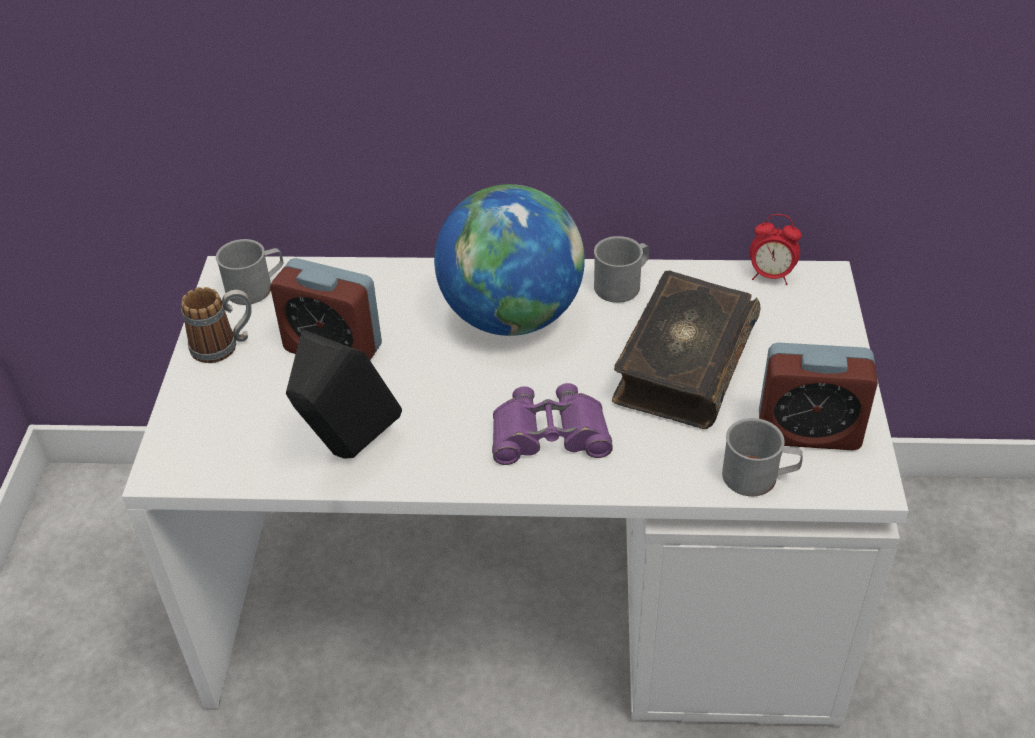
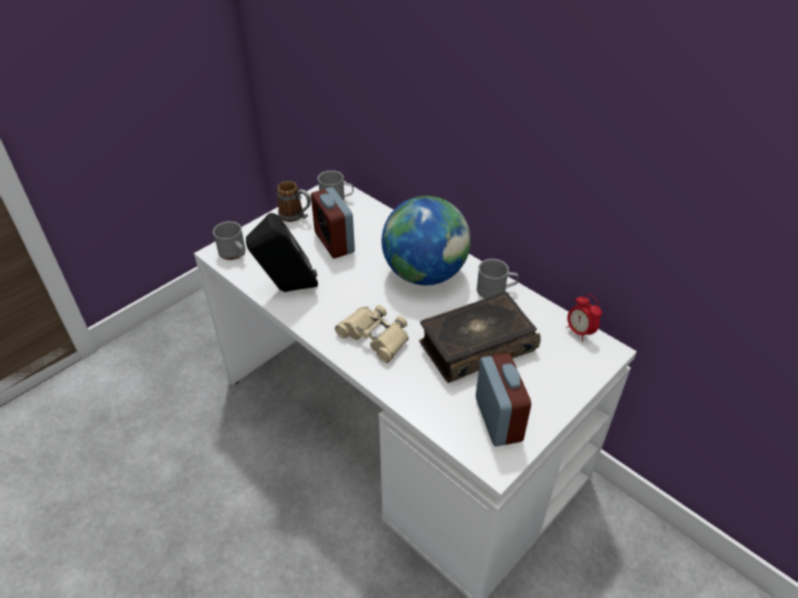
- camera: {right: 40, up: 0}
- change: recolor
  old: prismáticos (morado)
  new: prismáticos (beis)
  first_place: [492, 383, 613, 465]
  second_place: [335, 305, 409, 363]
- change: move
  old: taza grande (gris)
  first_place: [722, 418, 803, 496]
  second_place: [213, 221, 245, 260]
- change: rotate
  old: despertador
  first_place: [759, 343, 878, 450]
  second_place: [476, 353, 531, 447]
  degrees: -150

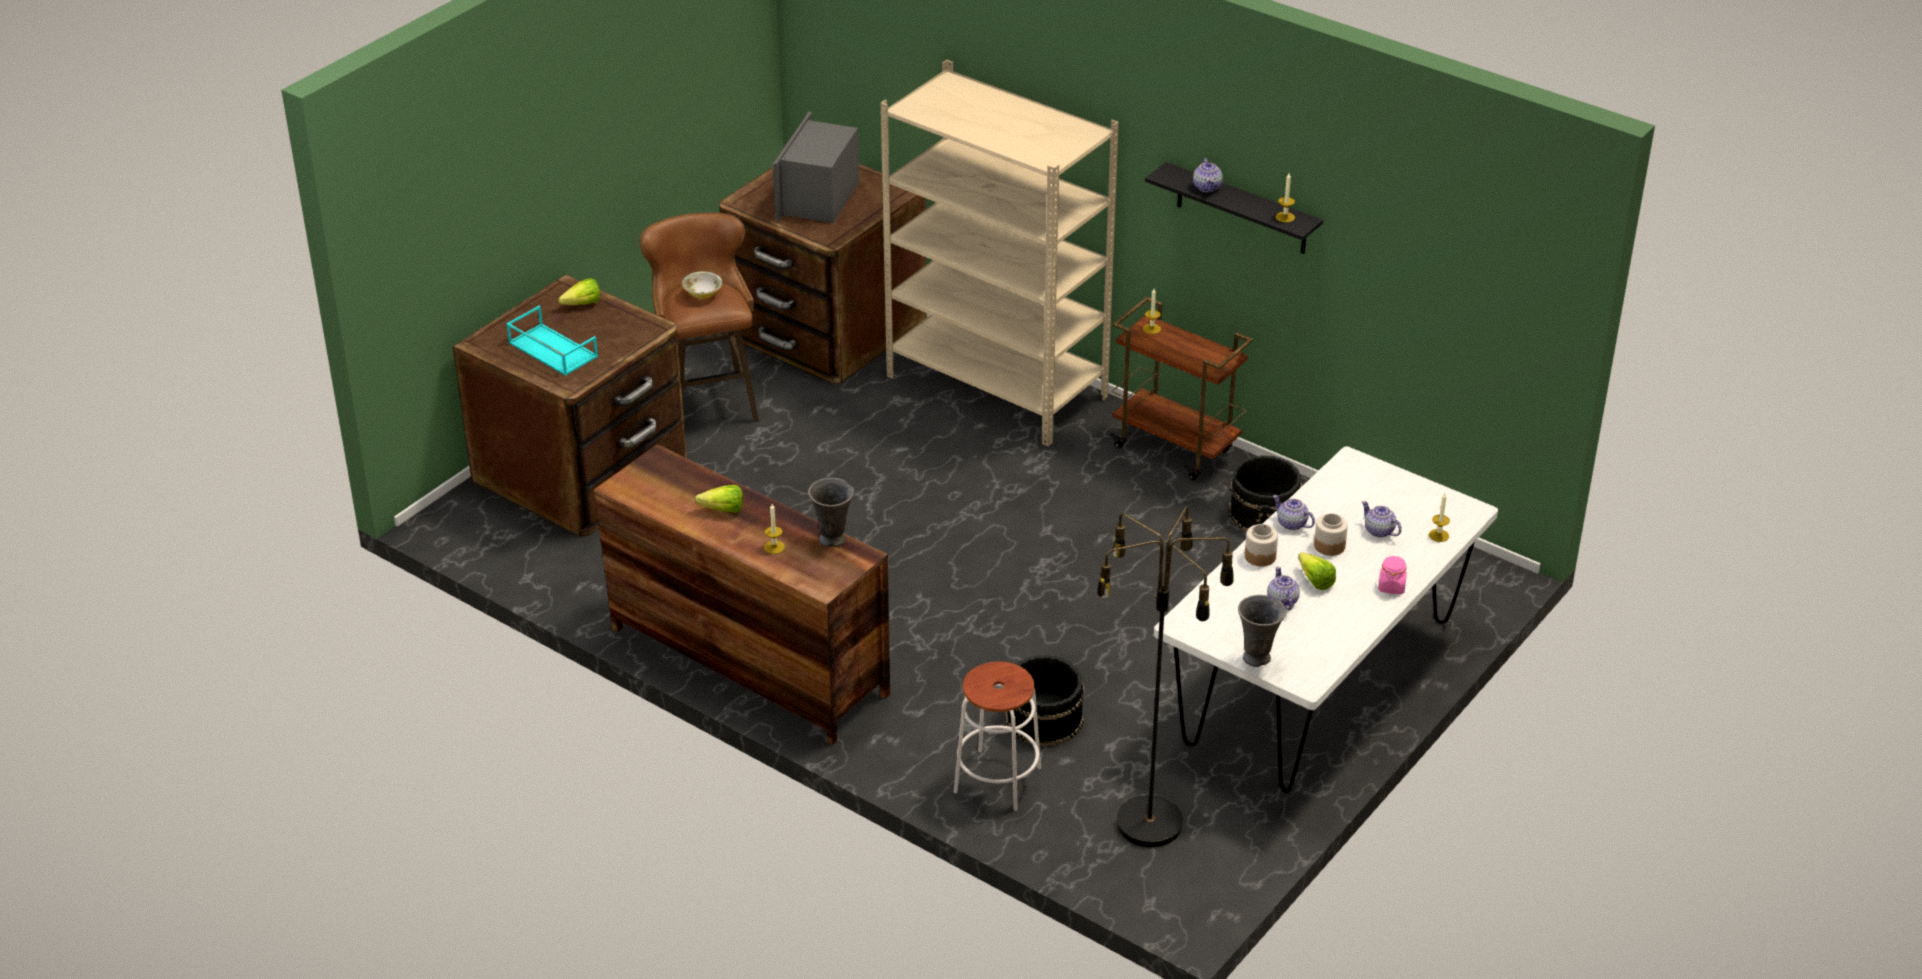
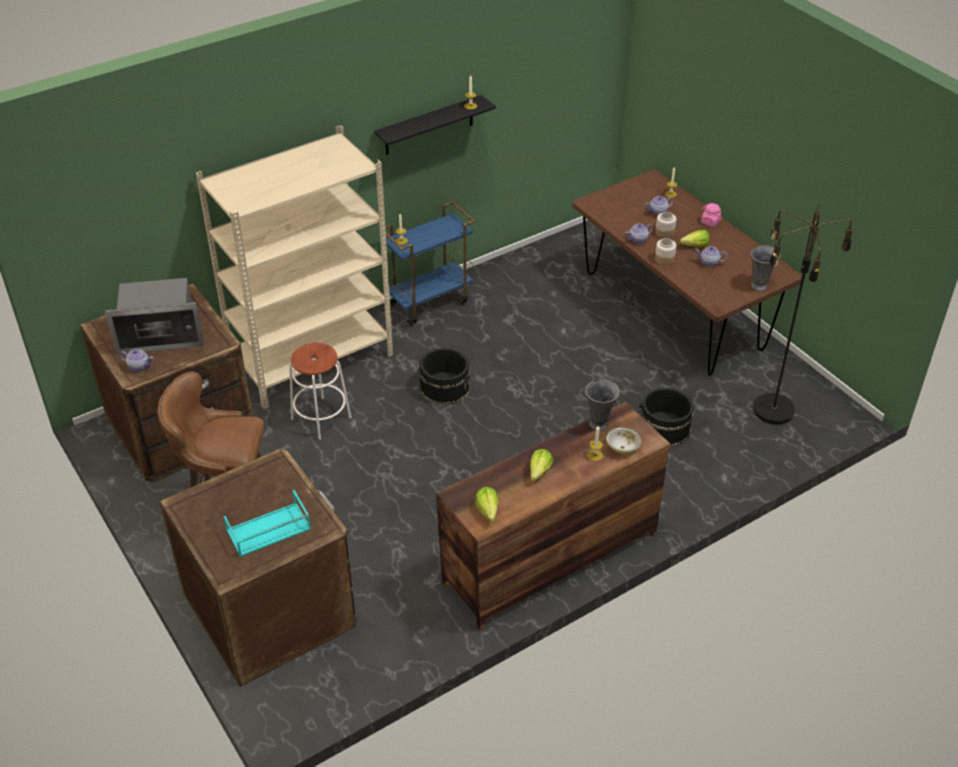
- camera: {right: -70, up: 5}
- change: move
  old: lechuga
  first_place: [558, 278, 600, 305]
  second_place: [475, 487, 498, 522]
- change: move
  old: cuenco
  first_place: [682, 271, 722, 299]
  second_place: [606, 428, 641, 454]
- change: rotate
  old: microondas
  first_place: [773, 112, 859, 223]
  second_place: [105, 278, 205, 354]
  degrees: -45
- change: move
  old: taburete (blanco)
  first_place: [954, 661, 1041, 811]
  second_place: [290, 343, 351, 440]
- change: recolor
  old: carrito (marrón)
  new: carrito (azul)
  first_place: [1109, 297, 1253, 481]
  second_place: [385, 201, 475, 326]
- change: recolor
  old: mesa de comedor (blanco)
  new: mesa de comedor (marrón)
  first_place: [1154, 446, 1498, 793]
  second_place: [572, 169, 802, 376]
- change: move
  old: tetera
  first_place: [1193, 158, 1223, 192]
  second_place: [120, 349, 153, 372]
- change: move
  old: cubo (negro)
  first_place: [1228, 455, 1302, 532]
  second_place: [419, 348, 470, 405]

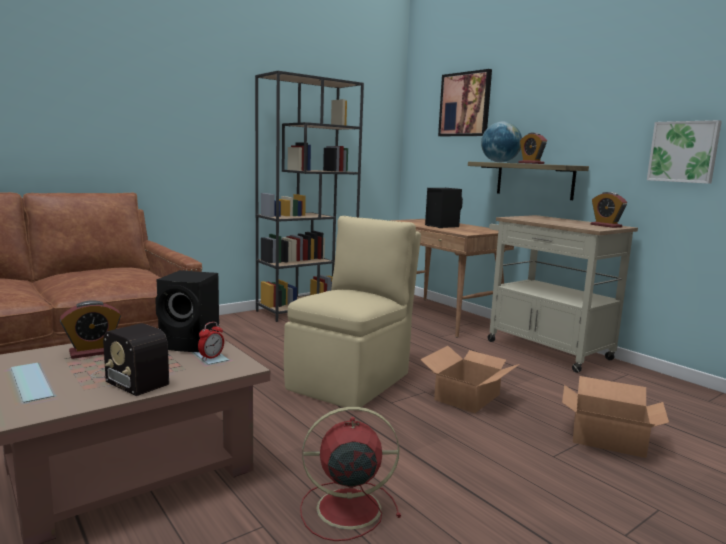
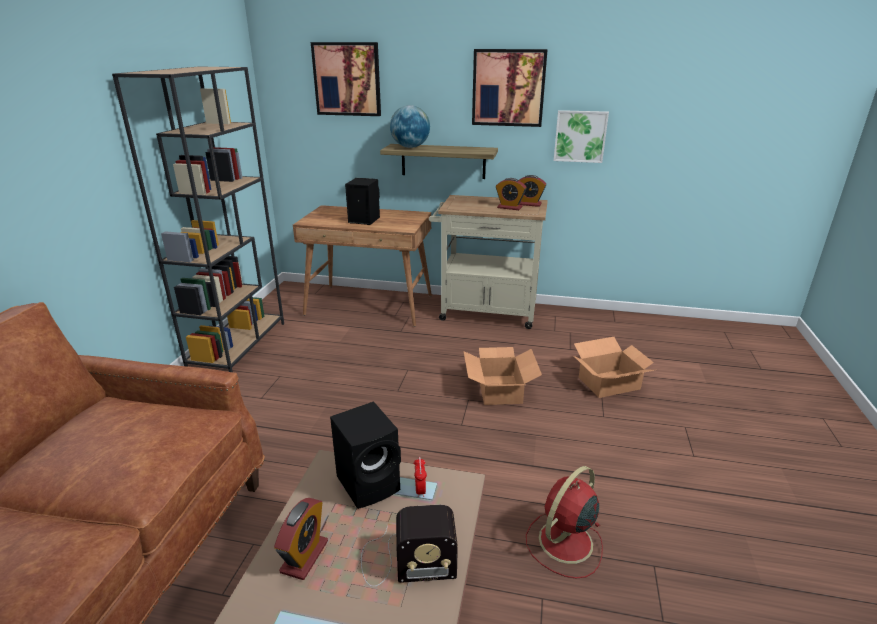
- camera: {right: -40, up: 15}
- change: delete
  old: silla (beis)
  first_place: [284, 216, 421, 407]
- change: move
  old: despertador
  first_place: [518, 132, 547, 164]
  second_place: [496, 178, 527, 210]
- change: insert
  new: cuadro
  second_place: [472, 49, 548, 127]

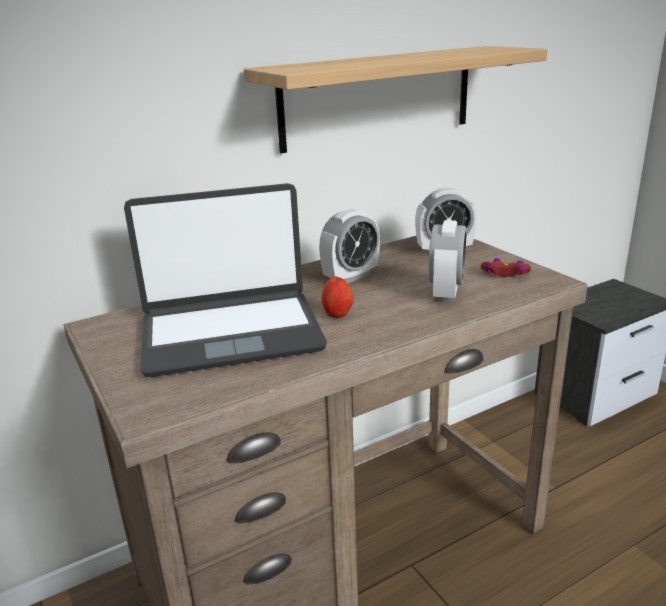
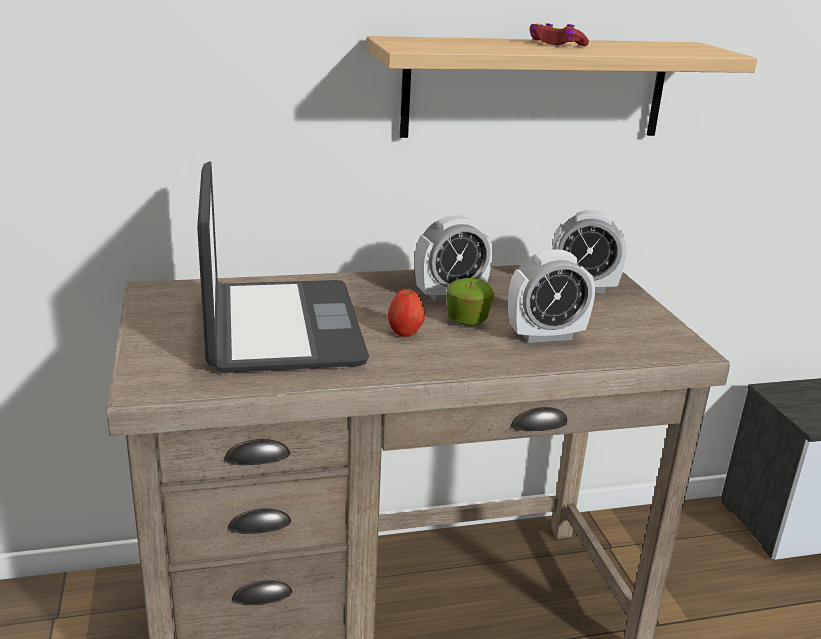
- camera: {right: 15, up: 0}
- change: rotate
  old: portátil
  first_place: [124, 183, 327, 377]
  second_place: [197, 161, 369, 373]
  degrees: -105
- change: rotate
  old: despertador
  first_place: [429, 220, 466, 302]
  second_place: [508, 250, 595, 343]
  degrees: 45
- change: move
  old: mando de consola (rojo)
  first_place: [481, 258, 531, 277]
  second_place: [529, 23, 589, 46]
- change: insert
  new: manzana
  second_place: [446, 278, 494, 326]

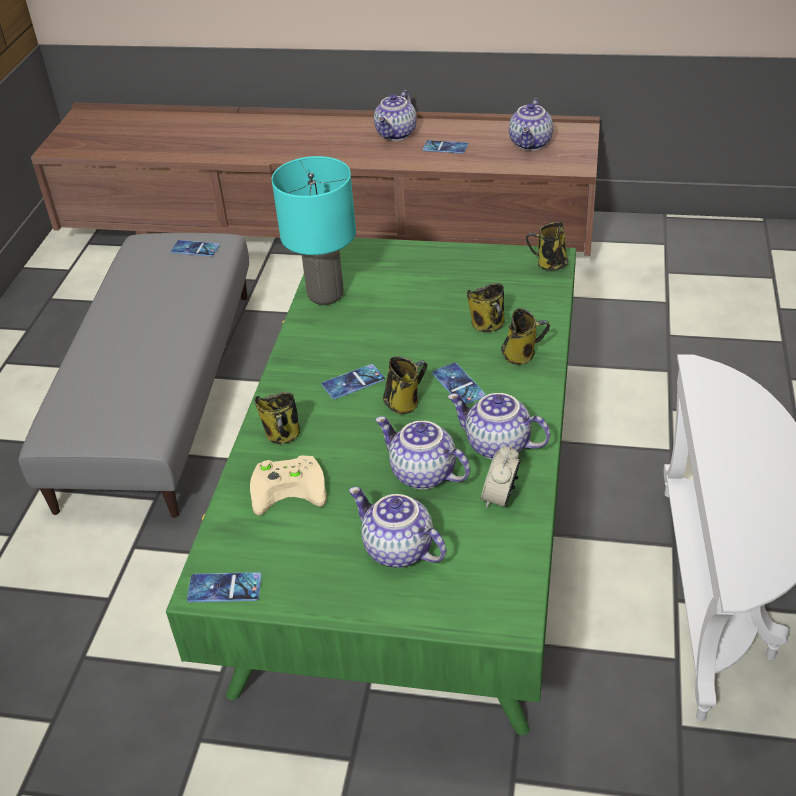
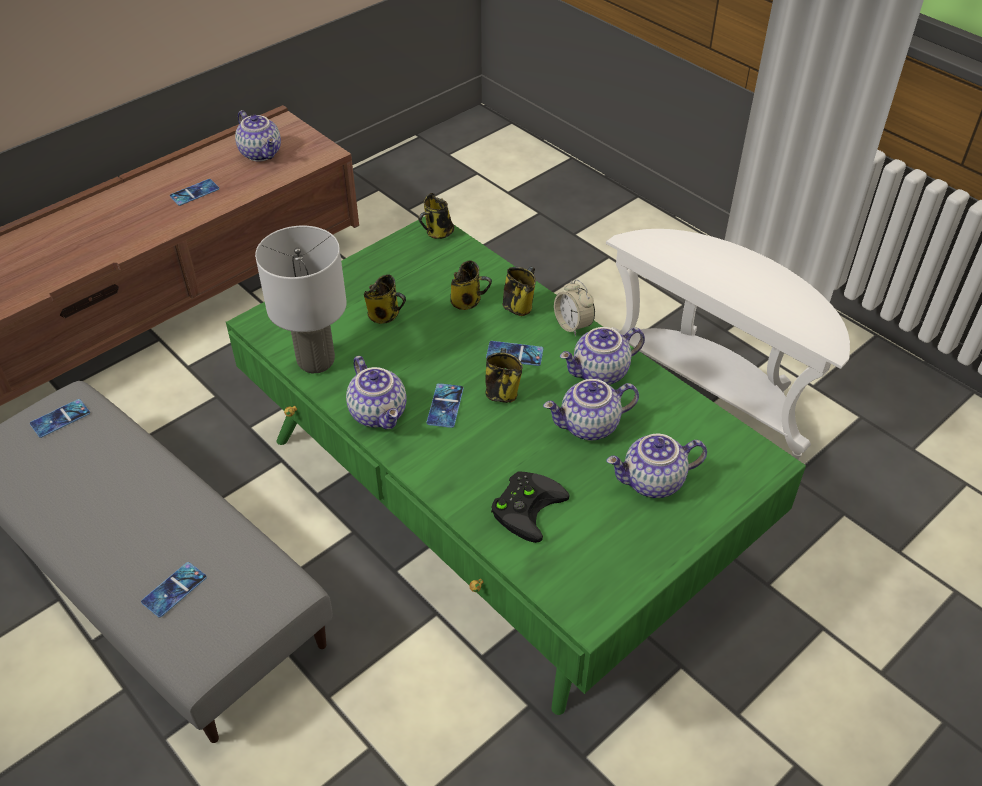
- camera: {right: -55, up: 5}
- change: move
  old: móvil
  first_place: [187, 572, 262, 602]
  second_place: [141, 562, 207, 617]
- change: recolor
  old: mando de consola (beis)
  new: mando de consola (negro)
  first_place: [250, 455, 327, 516]
  second_place: [491, 471, 570, 543]
- change: move
  old: taza grande
  first_place: [254, 392, 300, 444]
  second_place: [364, 275, 406, 324]
- change: recolor
  old: lámpara de mesa (turquesa)
  new: lámpara de mesa (blanco)
  first_place: [272, 156, 356, 305]
  second_place: [255, 225, 347, 374]
- change: move
  old: tetera
  first_place: [374, 90, 417, 141]
  second_place: [346, 356, 406, 429]
- change: move
  old: despertador
  first_place: [480, 445, 521, 509]
  second_place: [554, 279, 595, 336]

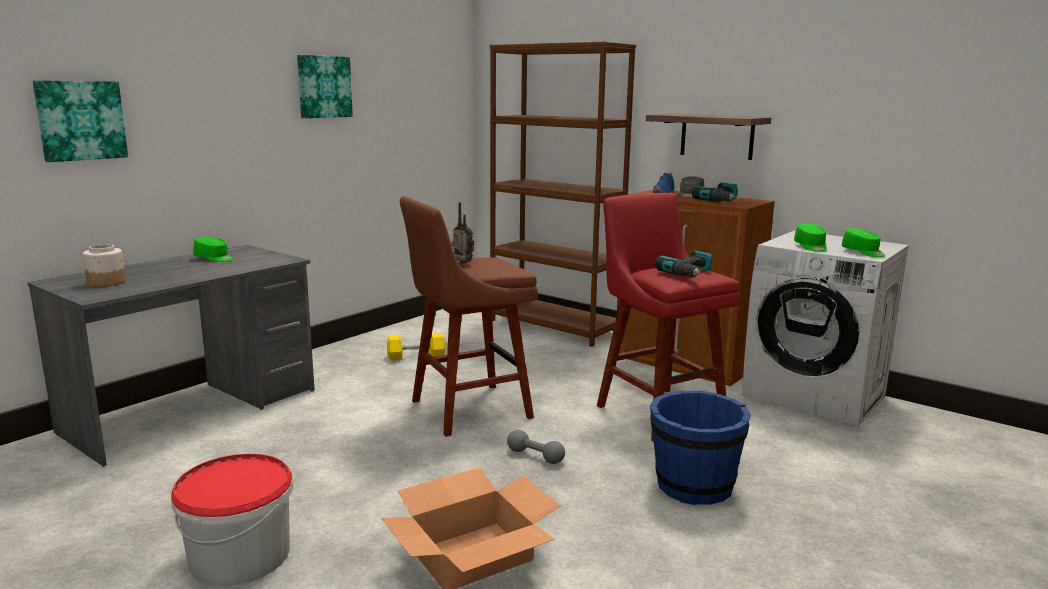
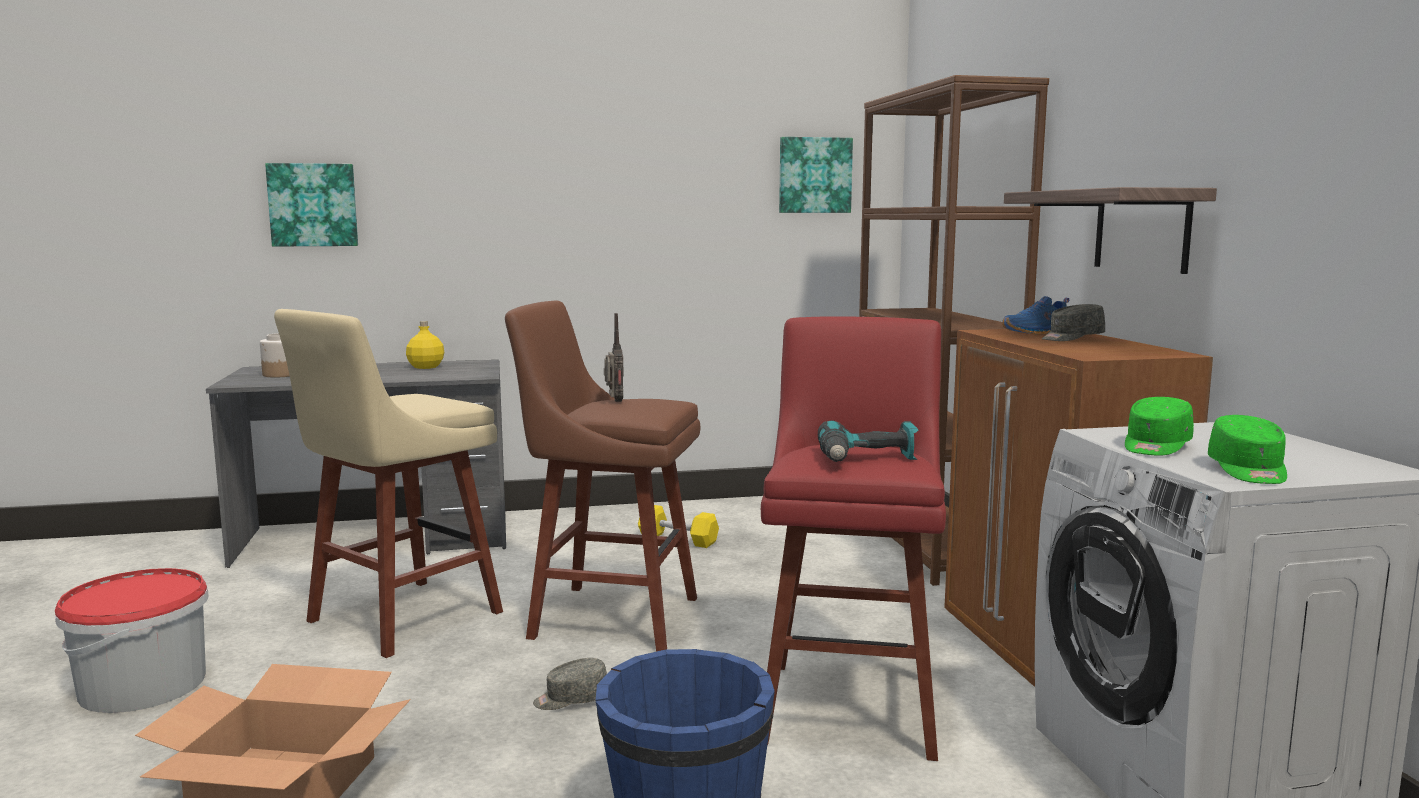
- camera: {right: 40, up: -5}
- change: replace
  old: gorra (verde)
  new: botella (amarillo)
  first_place: [193, 237, 233, 262]
  second_place: [406, 321, 444, 369]
- change: move
  old: cuadro
  first_place: [297, 55, 353, 118]
  second_place: [779, 137, 853, 213]
- change: replace
  old: mancuerna (gris)
  new: gorra (gris)
  first_place: [507, 430, 565, 464]
  second_place: [533, 658, 607, 710]
- change: delete
  old: taladro
  first_place: [692, 182, 738, 202]
- change: insert
  new: taburete (beis)
  second_place: [274, 309, 503, 658]

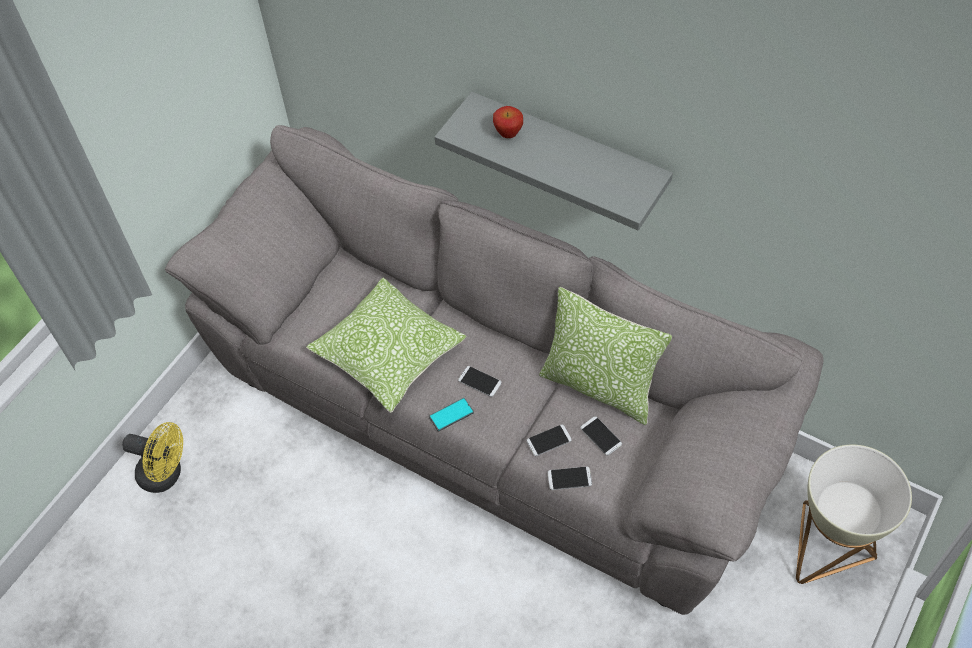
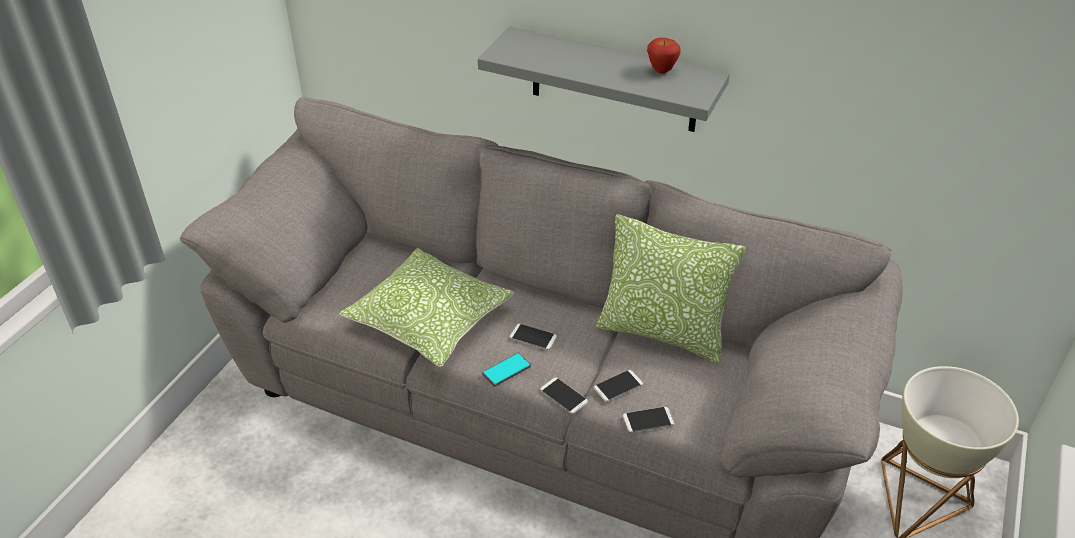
- camera: {right: -10, up: -15}
- change: delete
  old: ventilador (amarillo)
  first_place: [122, 422, 183, 493]
- change: move
  old: manzana
  first_place: [493, 106, 523, 138]
  second_place: [647, 38, 681, 74]
- change: move
  old: móvil
  first_place: [581, 416, 622, 455]
  second_place: [540, 377, 588, 414]

